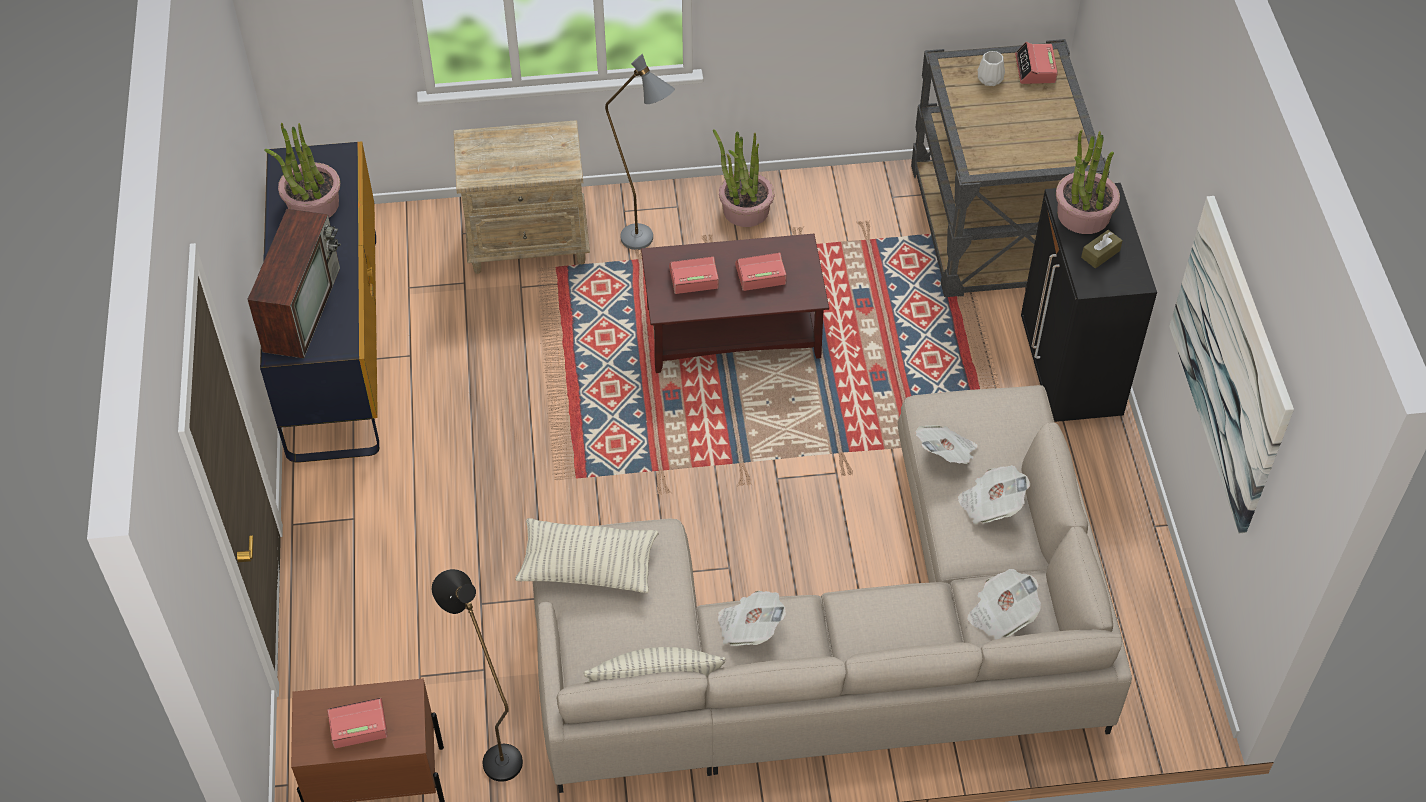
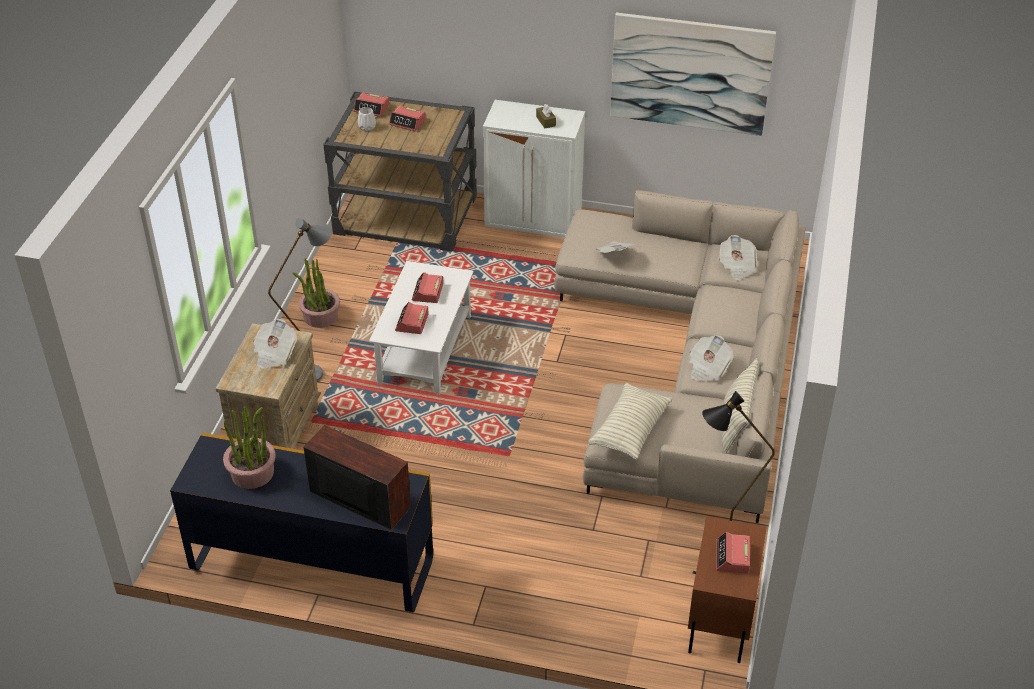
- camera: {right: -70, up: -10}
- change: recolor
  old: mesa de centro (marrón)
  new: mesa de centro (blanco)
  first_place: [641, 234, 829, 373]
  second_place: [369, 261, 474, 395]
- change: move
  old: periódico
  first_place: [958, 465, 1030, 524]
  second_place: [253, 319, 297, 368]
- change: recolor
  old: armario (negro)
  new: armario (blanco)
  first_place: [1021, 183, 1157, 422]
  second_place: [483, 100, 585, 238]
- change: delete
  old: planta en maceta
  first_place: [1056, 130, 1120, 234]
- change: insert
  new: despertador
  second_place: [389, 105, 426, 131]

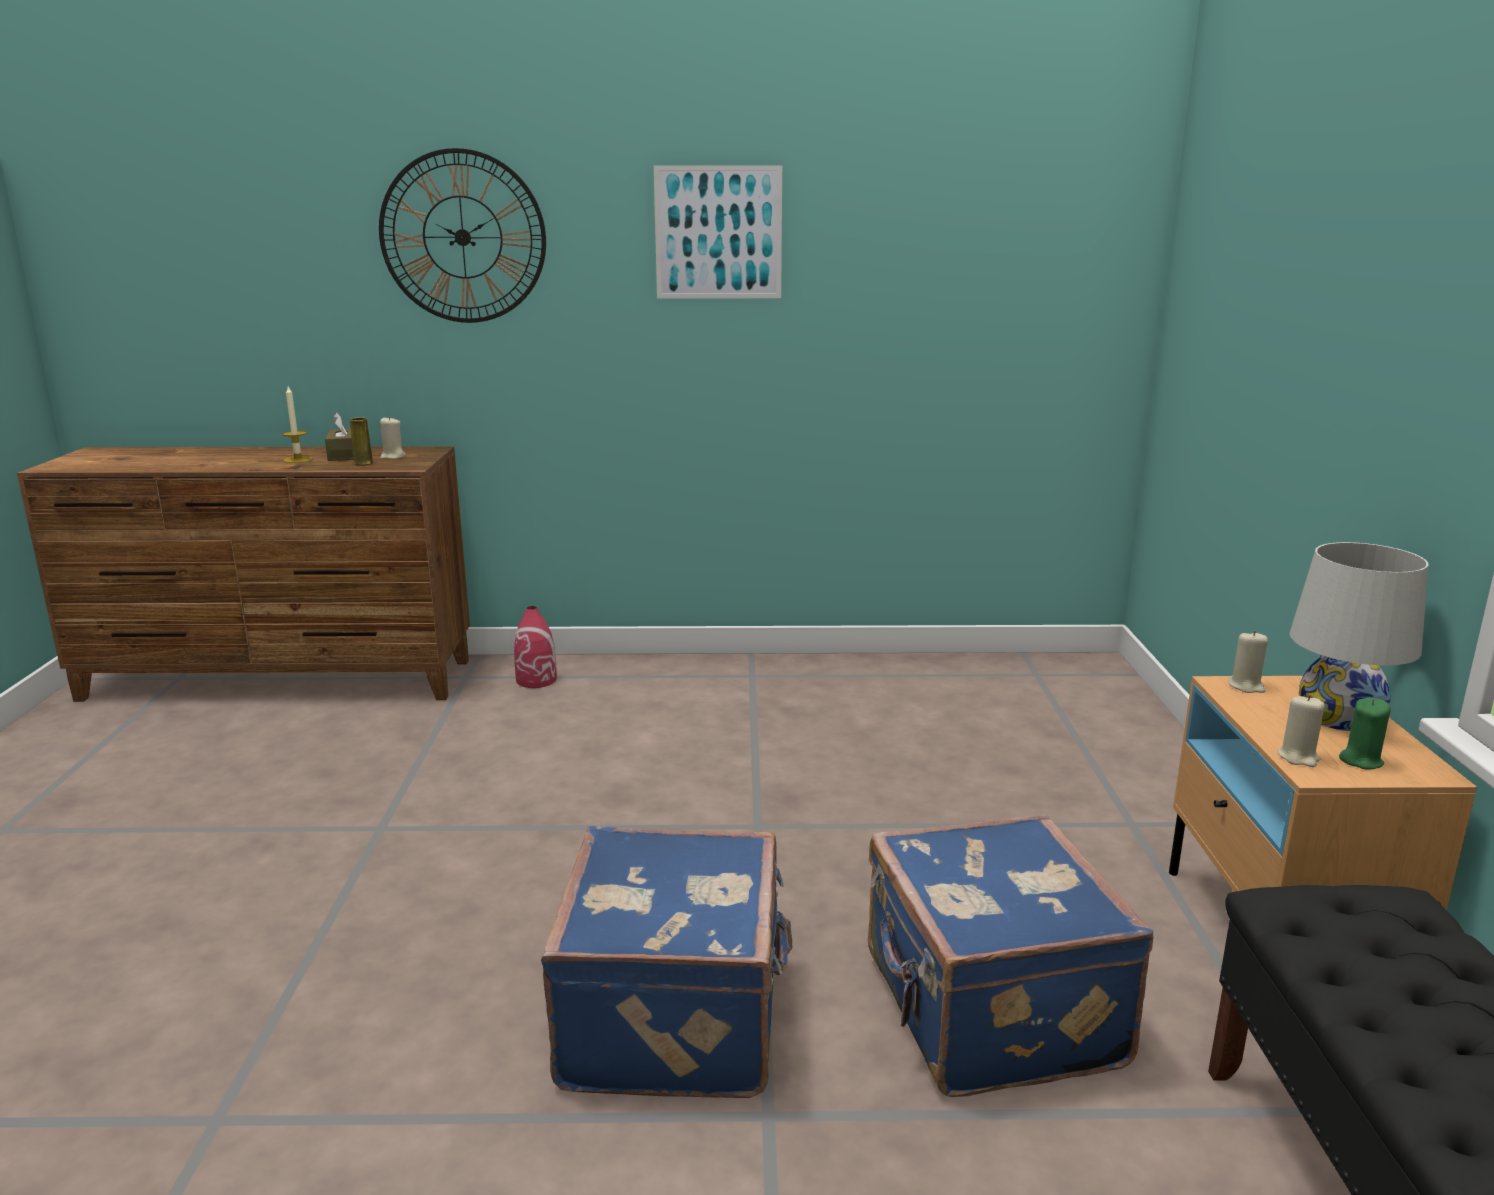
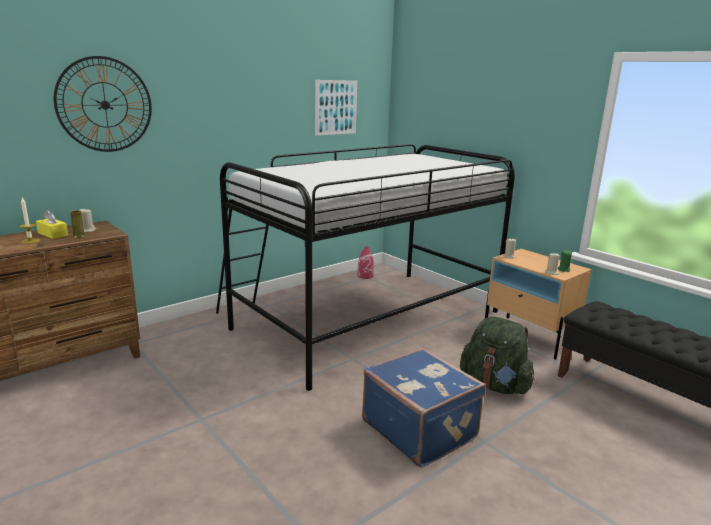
- camera: {right: -40, up: 0}
- change: recolor
  old: caja de pañuelos (marrón)
  new: caja de pañuelos (amarillo)
  first_place: [325, 412, 353, 461]
  second_place: [36, 210, 68, 239]
- change: move
  old: florero (rojo)
  first_place: [514, 606, 557, 688]
  second_place: [358, 247, 374, 279]
- change: move
  old: cuadro
  first_place: [654, 165, 782, 299]
  second_place: [315, 80, 357, 136]
- change: replace
  old: maleta (azul)
  new: mochila (verde)
  first_place: [868, 814, 1153, 1097]
  second_place: [460, 316, 535, 394]
- change: delete
  old: lámpara de mesa (blanco)
  first_place: [1290, 542, 1429, 731]
- change: insert
  new: cama (negro)
  second_place: [216, 144, 515, 391]

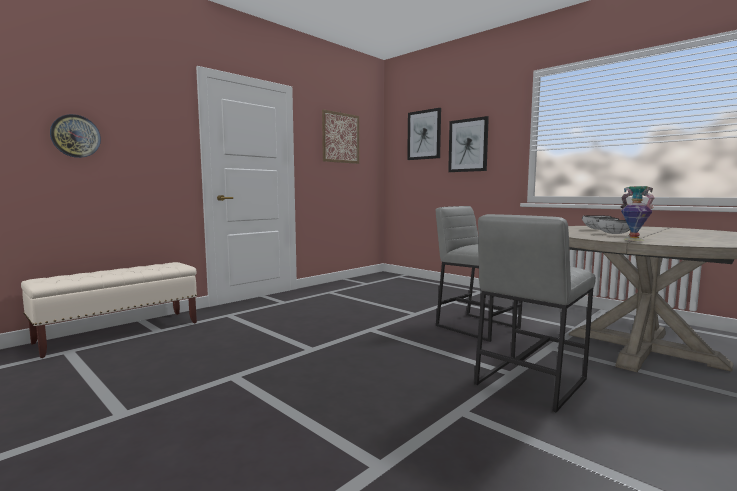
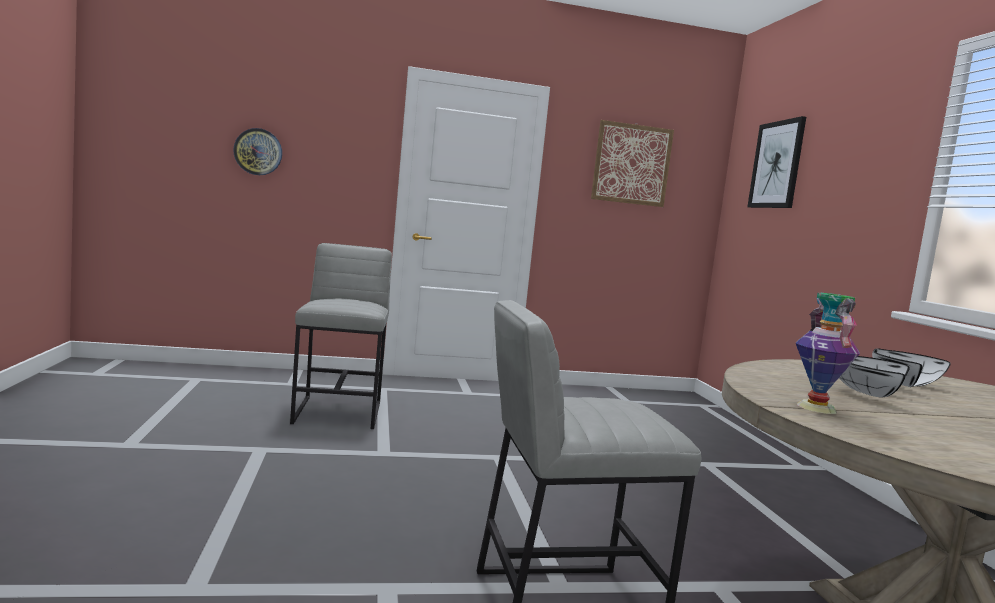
- camera: {right: 35, up: 0}
- change: delete
  old: banco (beis)
  first_place: [21, 262, 197, 358]
- change: move
  old: silla (gris)
  first_place: [436, 206, 522, 342]
  second_place: [290, 243, 392, 429]
- change: delete
  old: cuadro
  first_place: [448, 116, 489, 172]

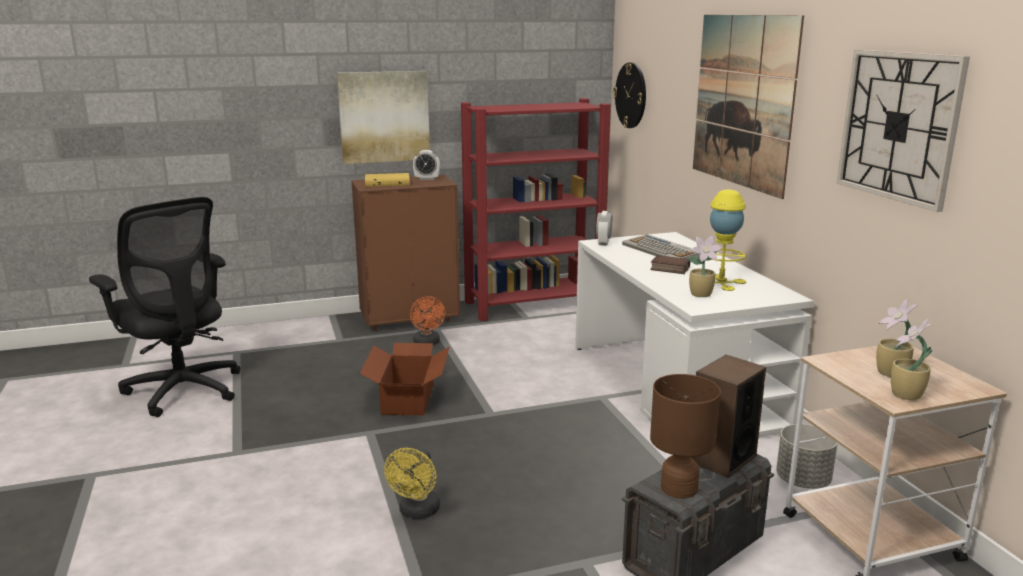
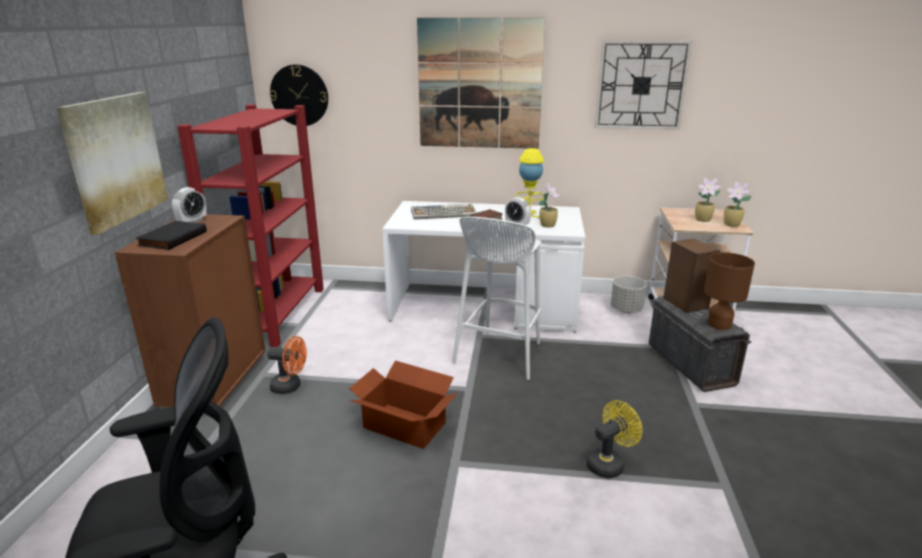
- camera: {right: -65, up: 5}
- change: recolor
  old: libro (amarillo)
  new: libro (negro)
  first_place: [365, 173, 410, 187]
  second_place: [136, 221, 207, 250]
- change: rotate
  old: ventilador (amarillo)
  first_place: [384, 448, 440, 519]
  second_place: [587, 400, 642, 478]
  degrees: -75
- change: move
  old: despertador
  first_place: [596, 211, 612, 246]
  second_place: [505, 197, 531, 228]
- change: insert
  new: taburete (blanco)
  second_place: [452, 216, 541, 380]

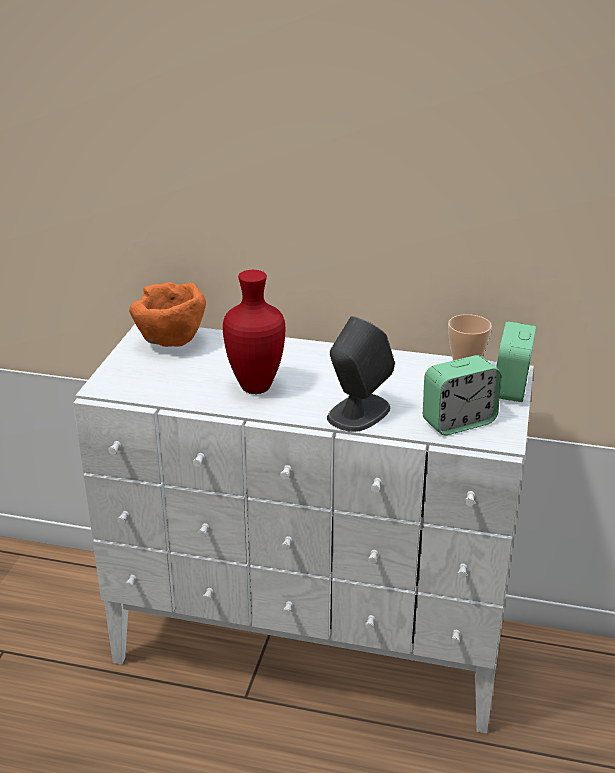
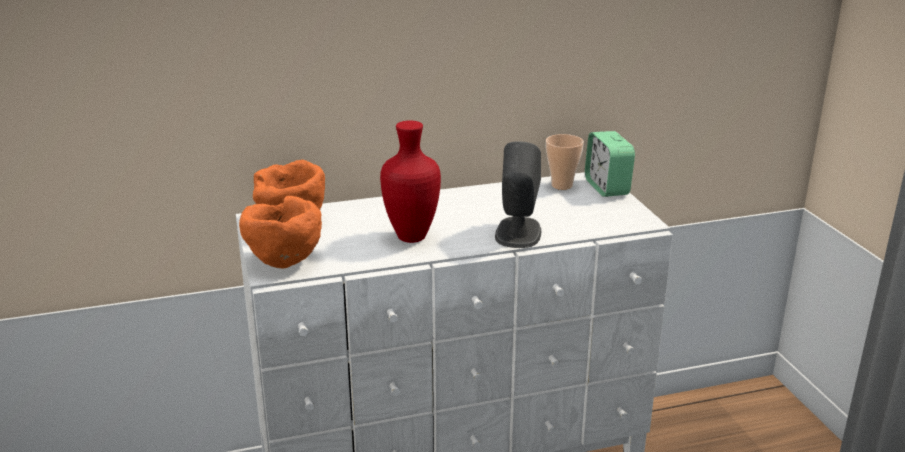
- camera: {right: -30, up: -5}
- change: delete
  old: despertador
  first_place: [423, 355, 502, 435]
- change: insert
  new: cuenco (naranja)
  second_place: [239, 196, 322, 268]

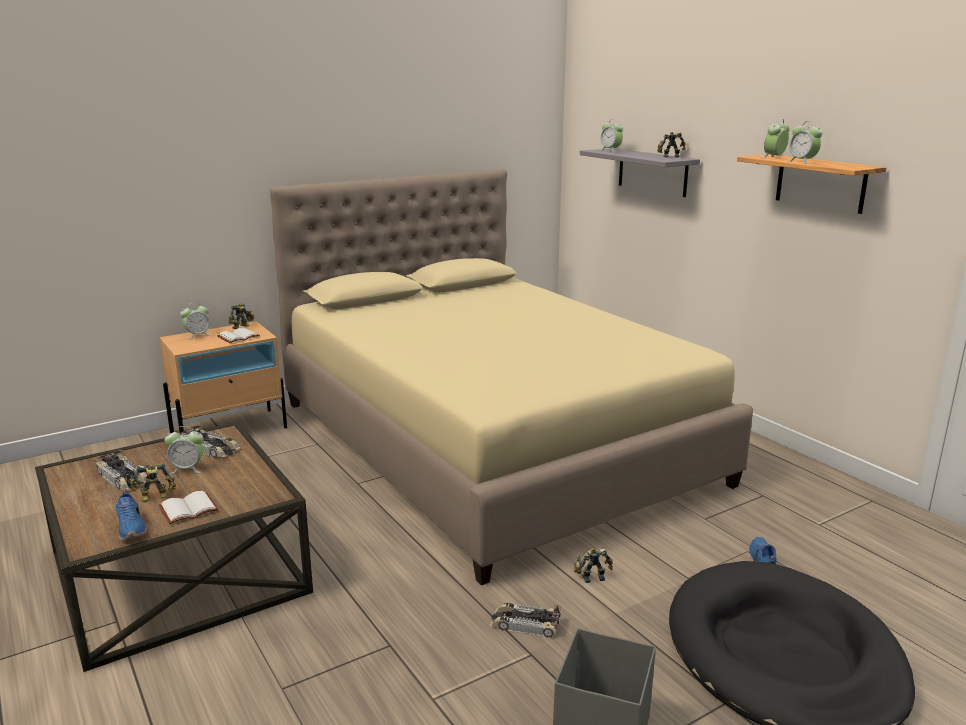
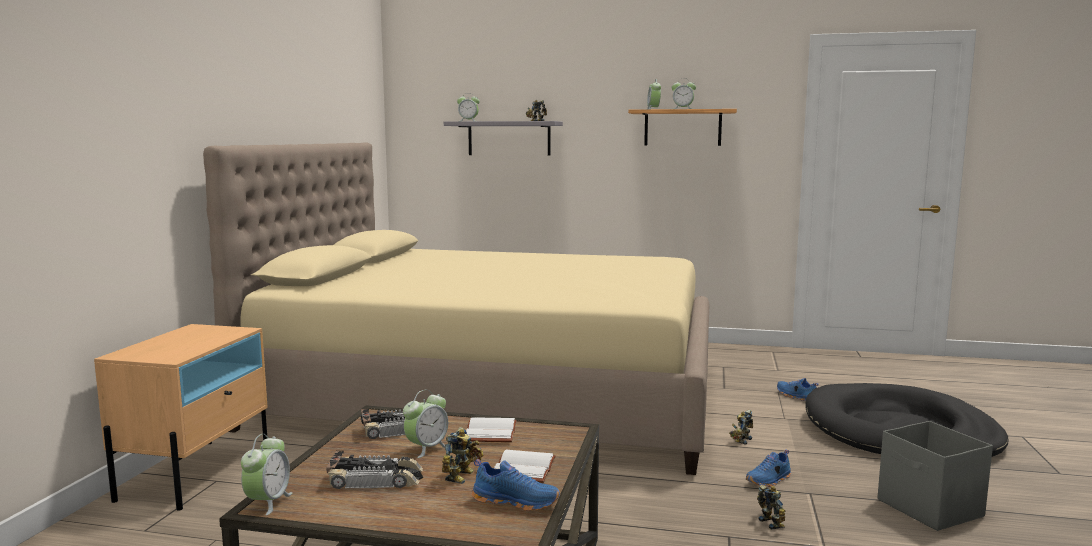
- camera: {right: -45, up: -10}
- change: move
  old: despertador
  first_place: [180, 303, 211, 340]
  second_place: [241, 434, 292, 515]
- change: move
  old: libro (blanco)
  first_place: [217, 328, 260, 343]
  second_place: [466, 417, 517, 442]
- change: move
  old: robot de juguete
  first_place: [229, 303, 254, 329]
  second_place: [757, 485, 785, 530]
- change: replace
  old: coche de juguete
  new: zapato (azul)
  first_place: [490, 603, 561, 637]
  second_place: [746, 450, 791, 487]

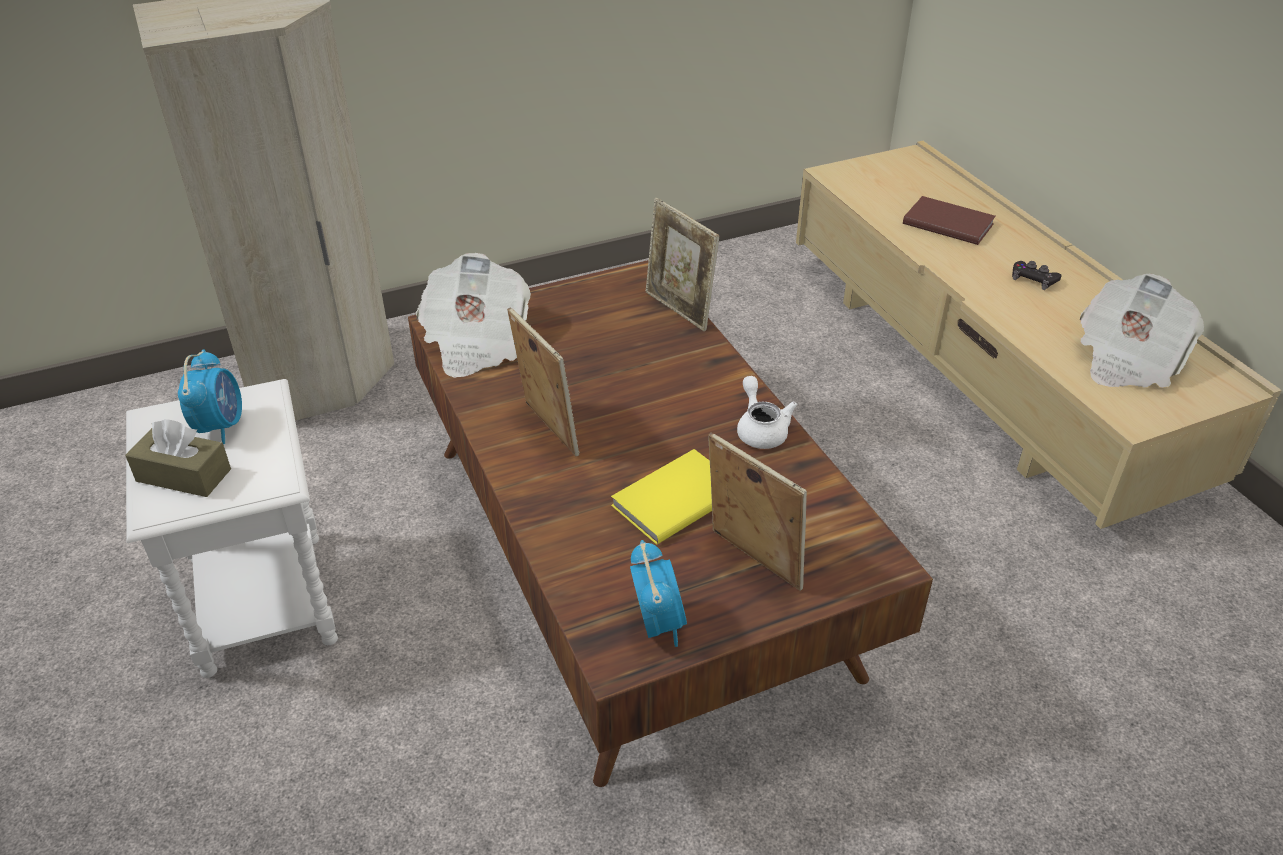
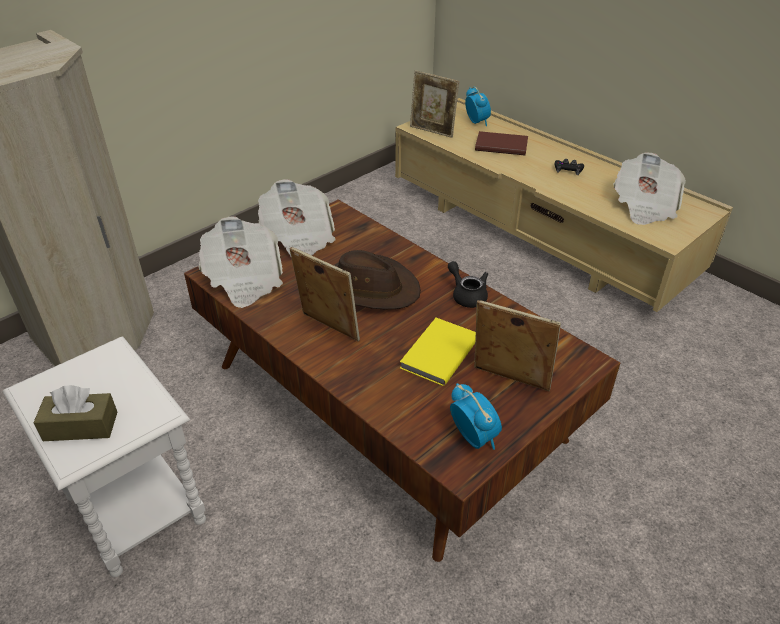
- camera: {right: -20, up: 0}
- change: move
  old: despertador
  first_place: [178, 349, 242, 444]
  second_place: [465, 87, 491, 126]
- change: move
  old: portarretratos
  first_place: [646, 198, 719, 331]
  second_place: [410, 70, 460, 138]
- change: recolor
  old: tetera (blanco)
  new: tetera (negro)
  first_place: [737, 376, 797, 449]
  second_place: [448, 261, 488, 308]
- change: insert
  new: periódico
  second_place: [258, 179, 335, 257]
- change: insert
  new: sombrero (marrón)
  second_place: [334, 250, 421, 309]

